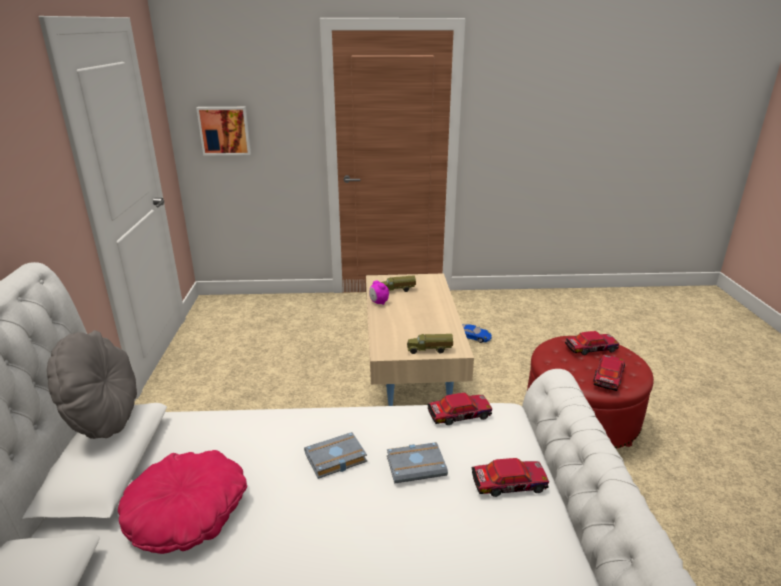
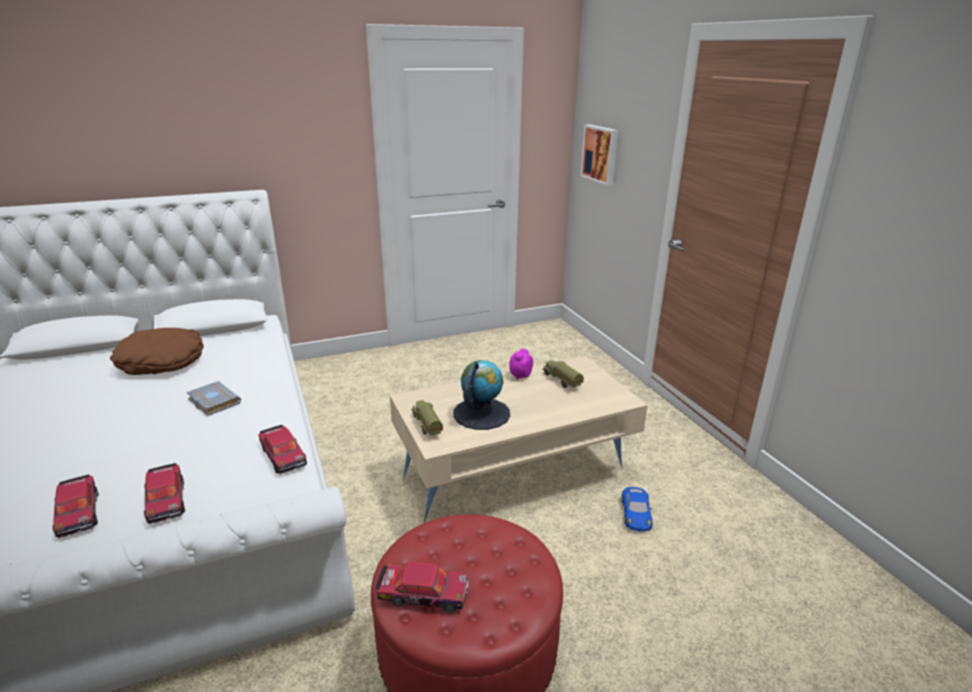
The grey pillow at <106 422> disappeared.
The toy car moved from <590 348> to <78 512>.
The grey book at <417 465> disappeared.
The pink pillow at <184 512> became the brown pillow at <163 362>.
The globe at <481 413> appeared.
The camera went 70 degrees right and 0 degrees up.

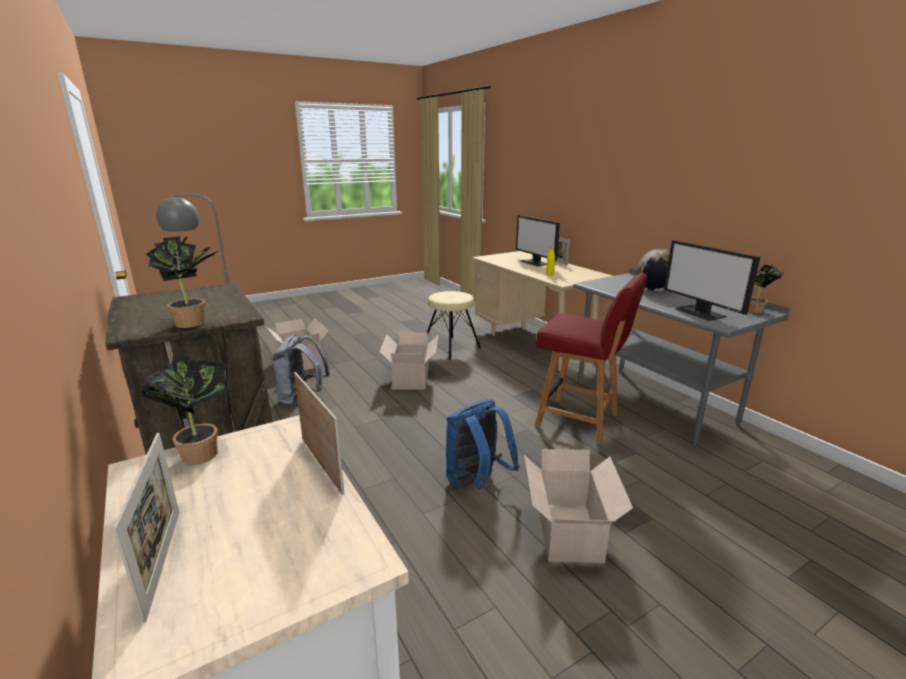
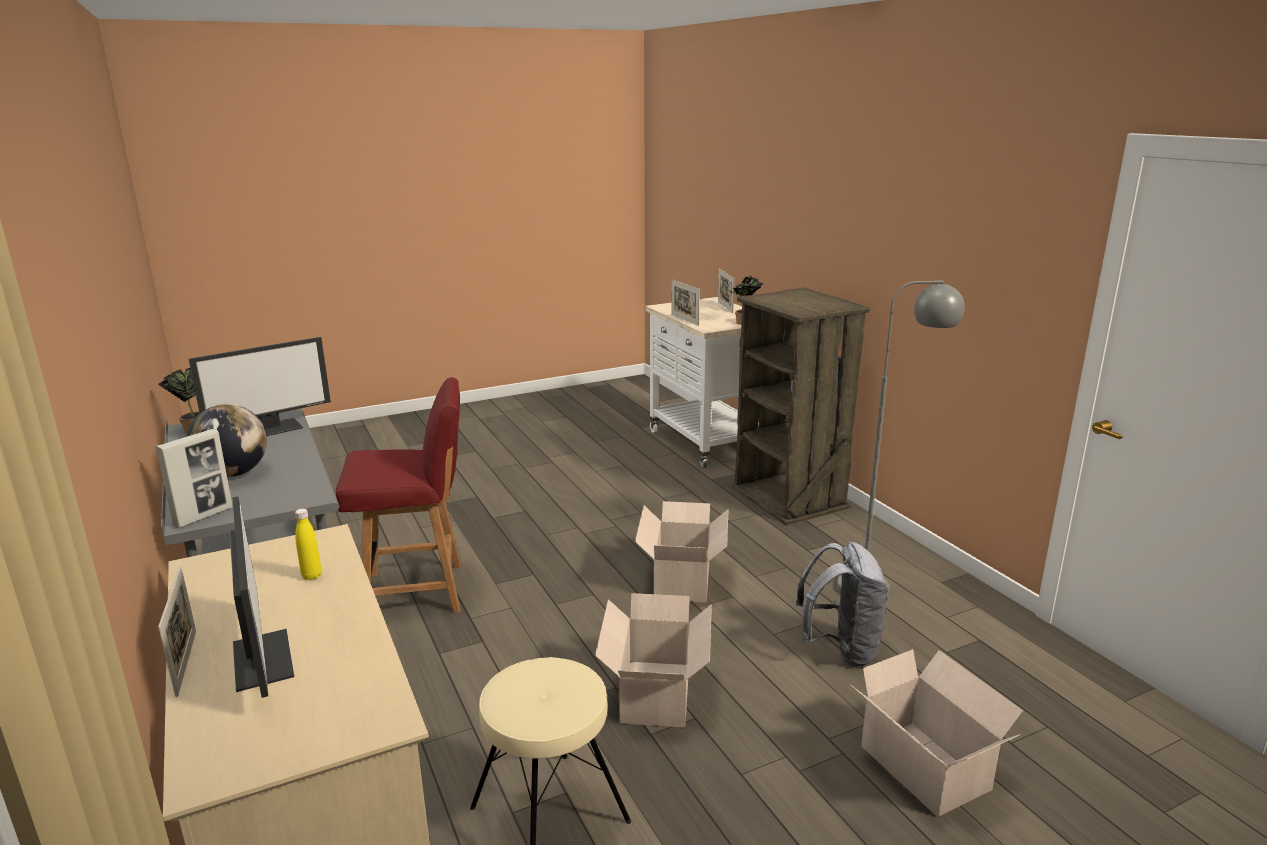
The potted plant at <195 322> disappeared.
The monitor at <701 313> turned 75 degrees clockwise.
The red chair at <579 421> turned 135 degrees clockwise.
The blue backpack at <476 482> disappeared.
The cardboard box moved from <568 534> to <683 578>.
The picture frame at <204 516> appeared.
The camera went 175 degrees left and 0 degrees up.

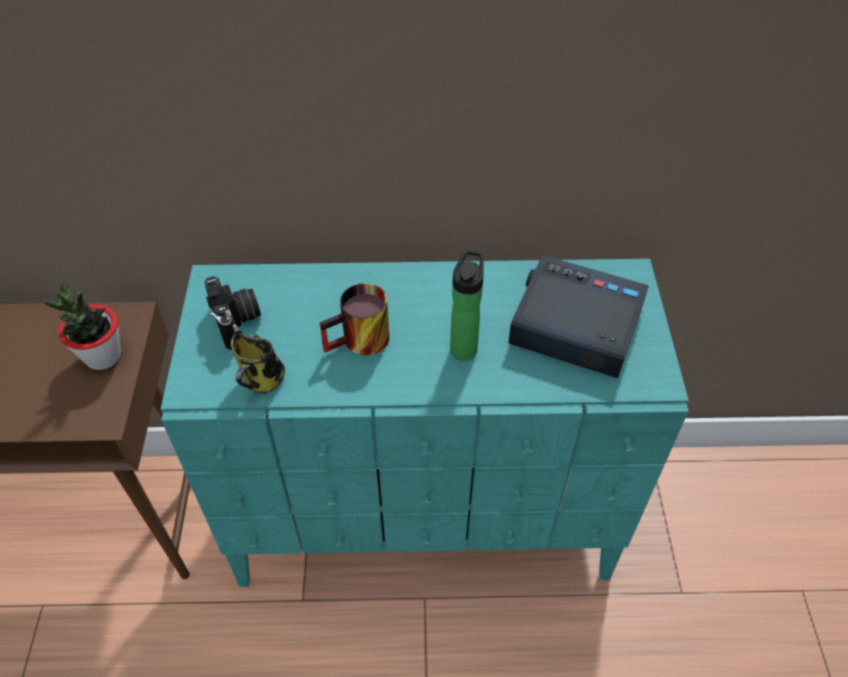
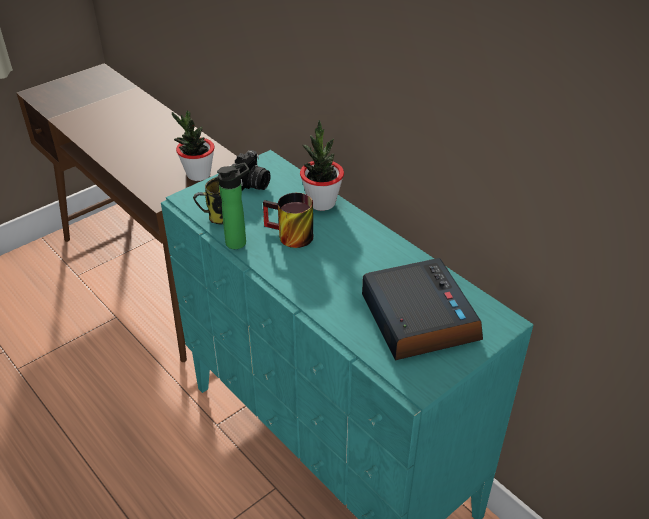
The bottle moved from <464 346> to <239 242>.
The potted plant at <321 202> appeared.
The camera went 50 degrees right and 10 degrees down.

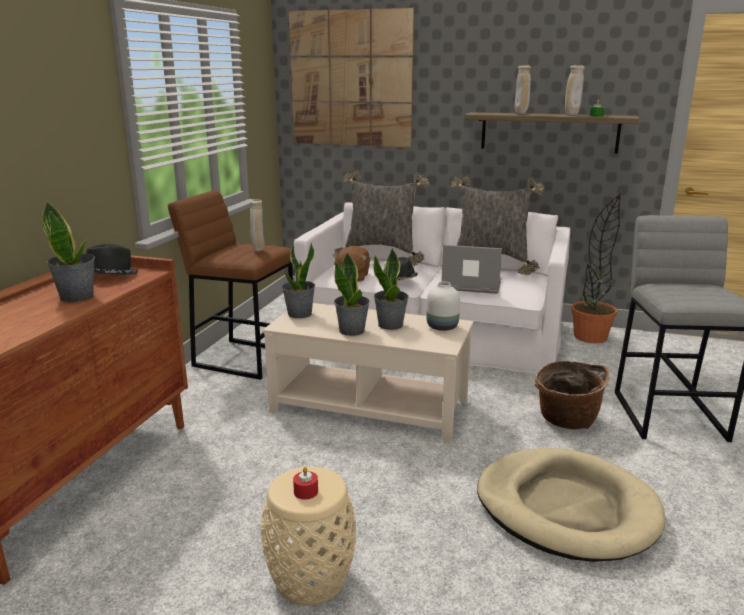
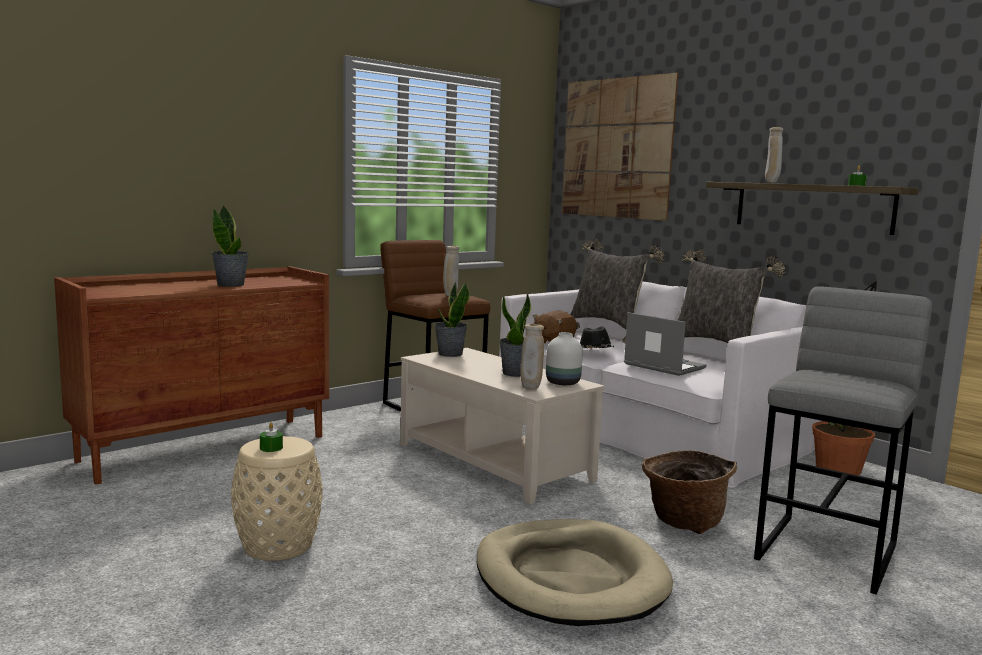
The beige vase moved from <571 115> to <531 388>.
The black hat at <109 275> disappeared.
The potted plant at <352 331> disappeared.
The red candle at <306 491> became the green candle at <271 448>.
The camera went 30 degrees right and 10 degrees down.

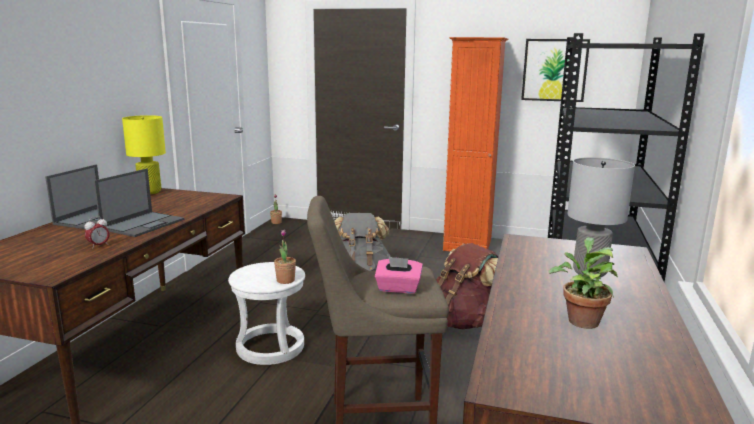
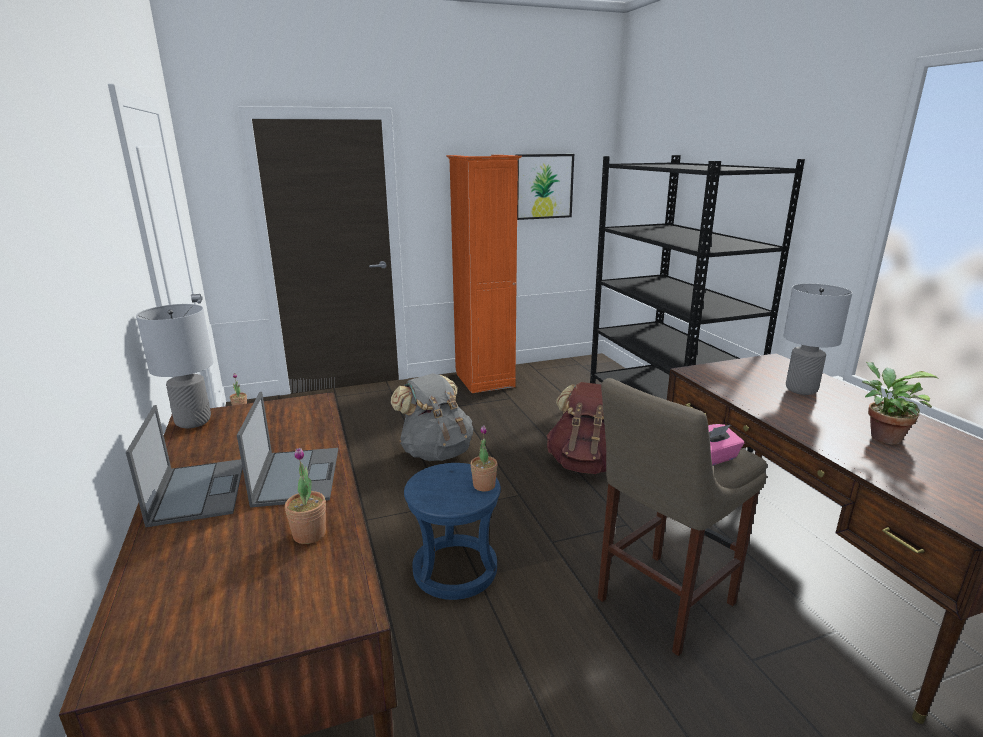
The yellow table lamp at <150 193> became the grey table lamp at <194 424>.
The alarm clock at <99 246> was replaced by the potted plant at <309 534>.
The white stool at <270 347> became the blue stool at <455 570>.
The camera went 35 degrees left and 5 degrees up.

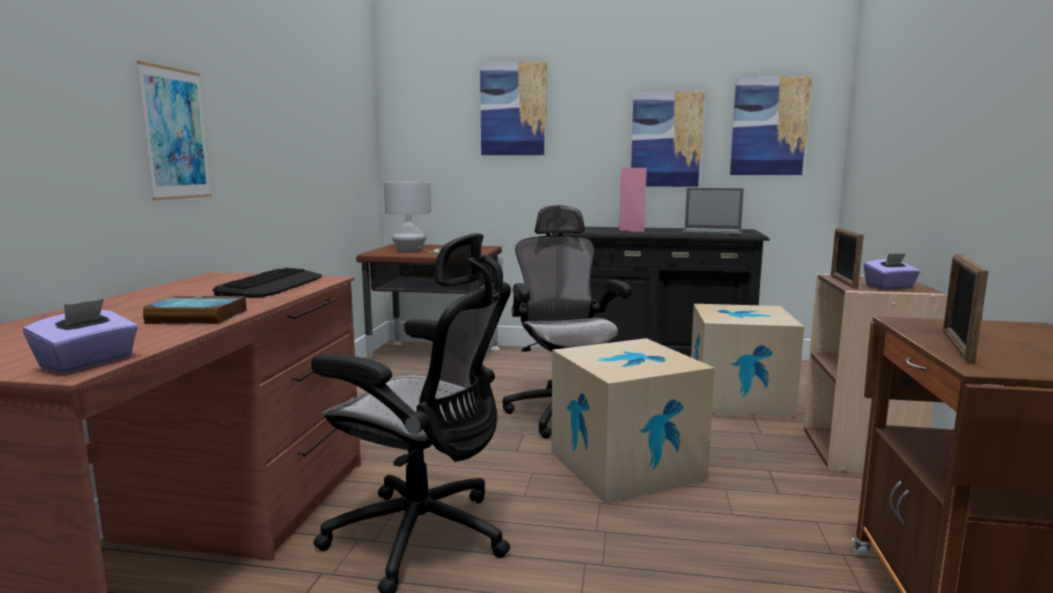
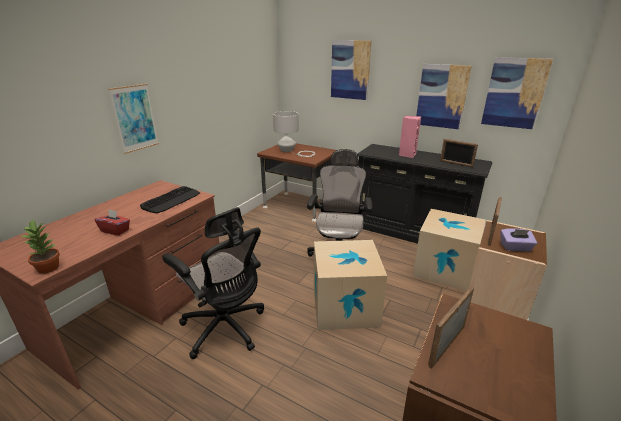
The laptop at <712 232> was replaced by the picture frame at <456 164>.
The book at <194 317> was replaced by the red tissue box at <115 230>.
The purple tissue box at <88 363> was replaced by the potted plant at <49 267>.
The camera went 20 degrees right and 15 degrees up.

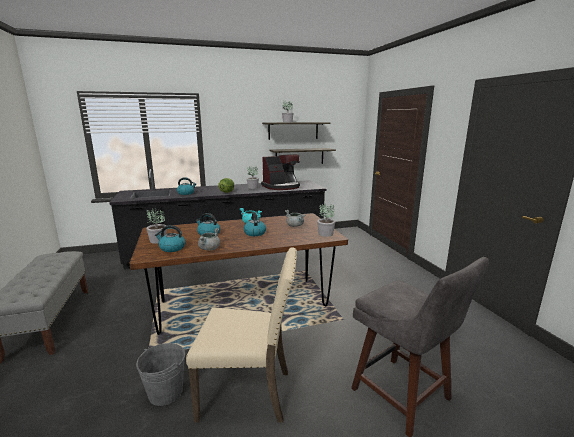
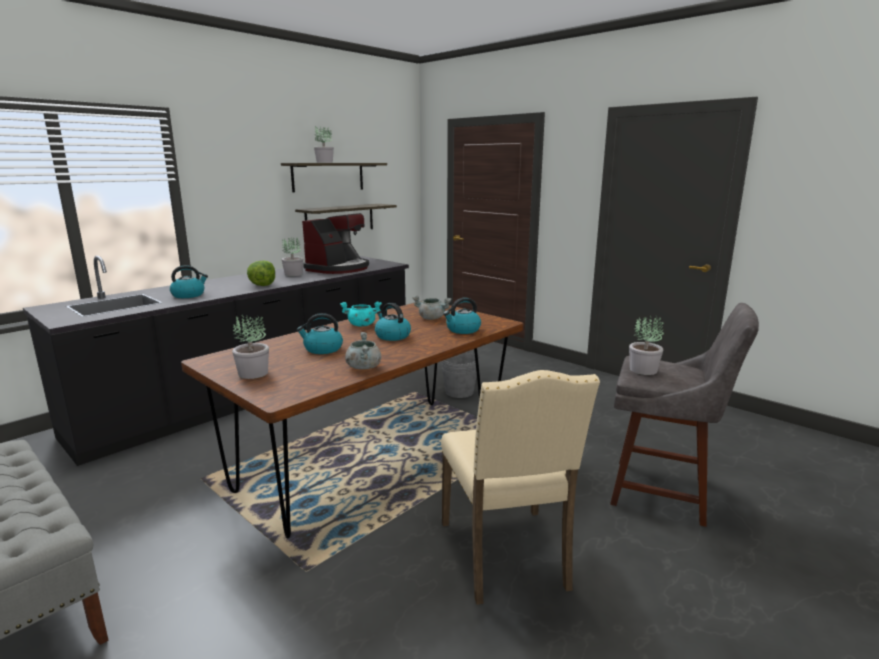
The potted plant moved from <326 234> to <644 370>.
The kettle moved from <172 248> to <462 330>.
The beige chair at <248 393> turned 105 degrees clockwise.
The grey bucket moved from <165 392> to <459 392>.
The camera went 30 degrees left and 0 degrees up.

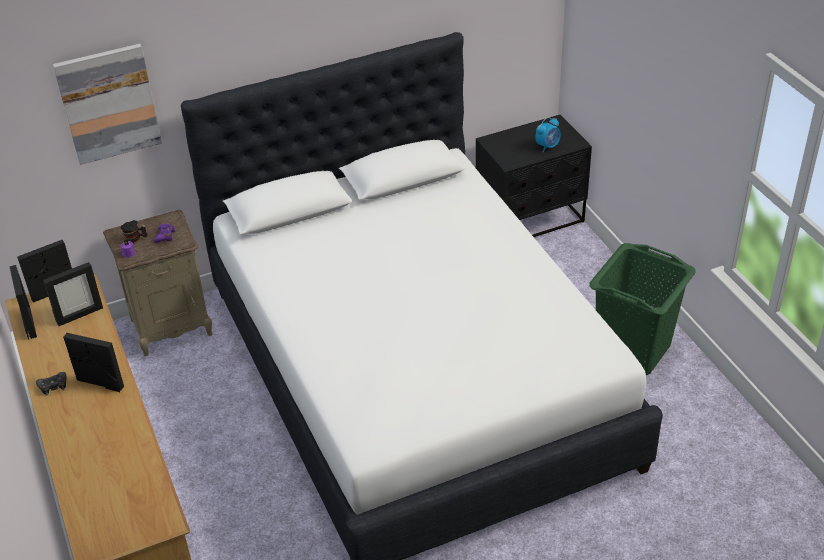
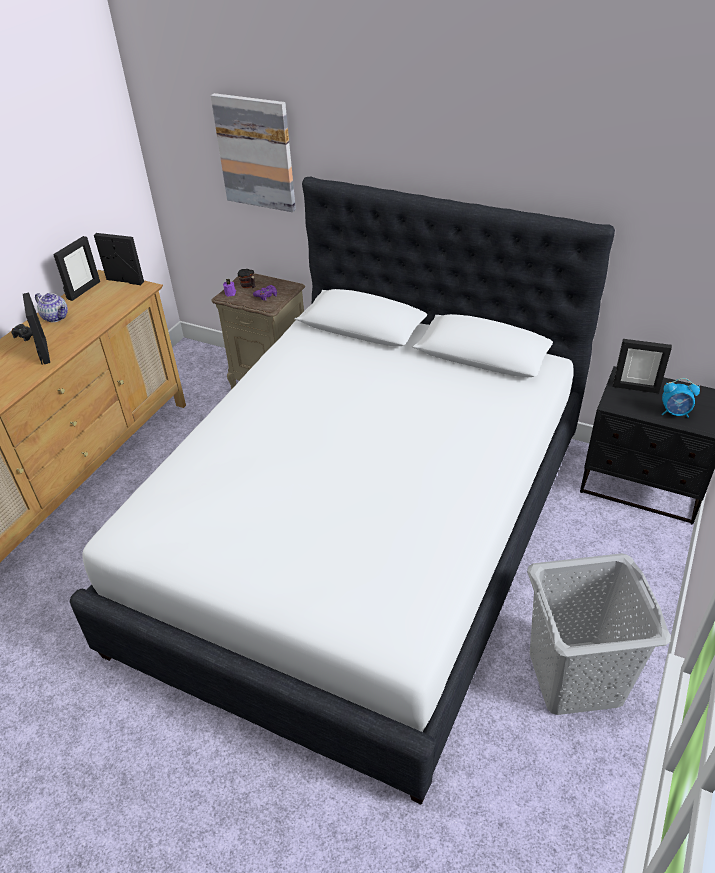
The green laundry basket at <633 349> became the grey laundry basket at <576 678>.
The picture frame moved from <79 314> to <635 387>.
The teapot at <56 317> appeared.
The camera went 50 degrees right and 0 degrees up.

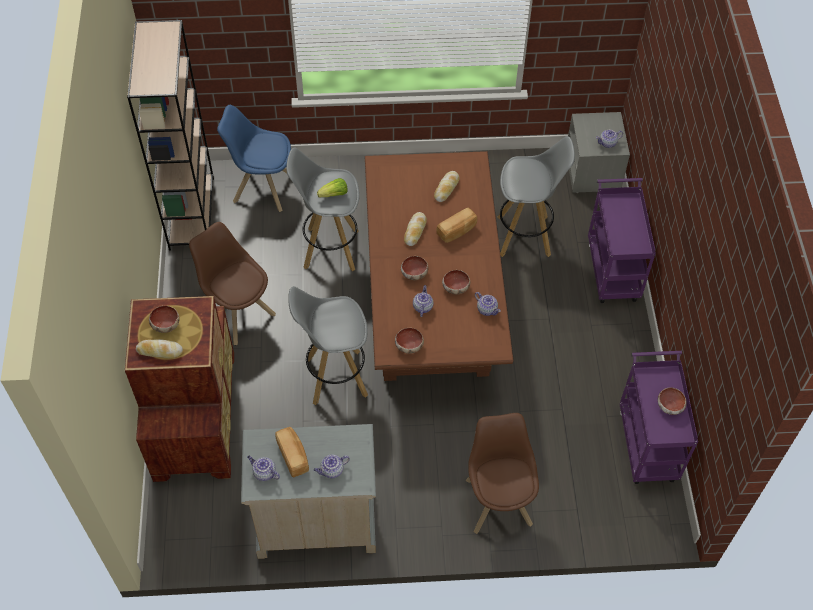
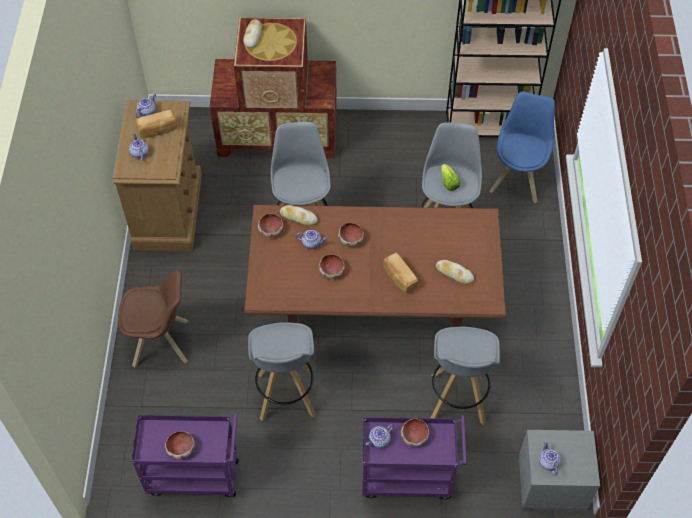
The bread moved from <415 231> to <298 217>.
The brown chair at <238 313> disappeared.
The teapot moved from <487 309> to <379 440>.
The bowl moved from <165 324> to <414 436>.
The grey dresser at <316 522> became the brown dresser at <168 211>.
The grey stool at <285 396> appeared.
The camera went 95 degrees right and 0 degrees up.

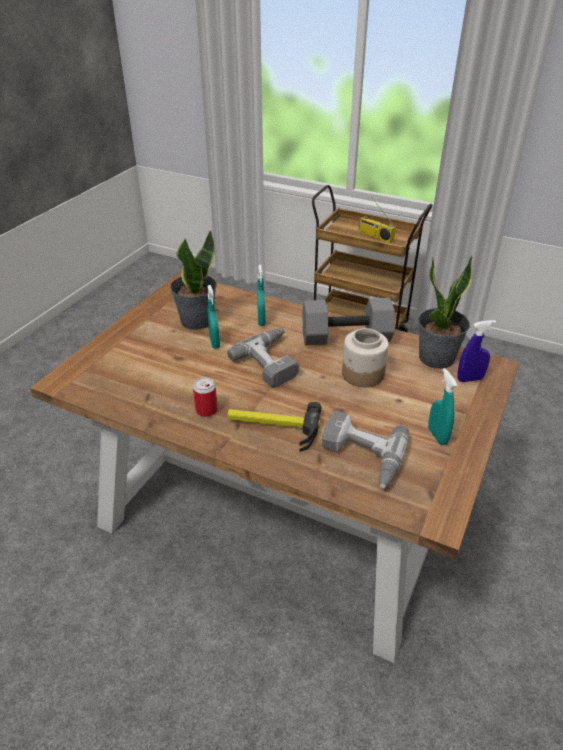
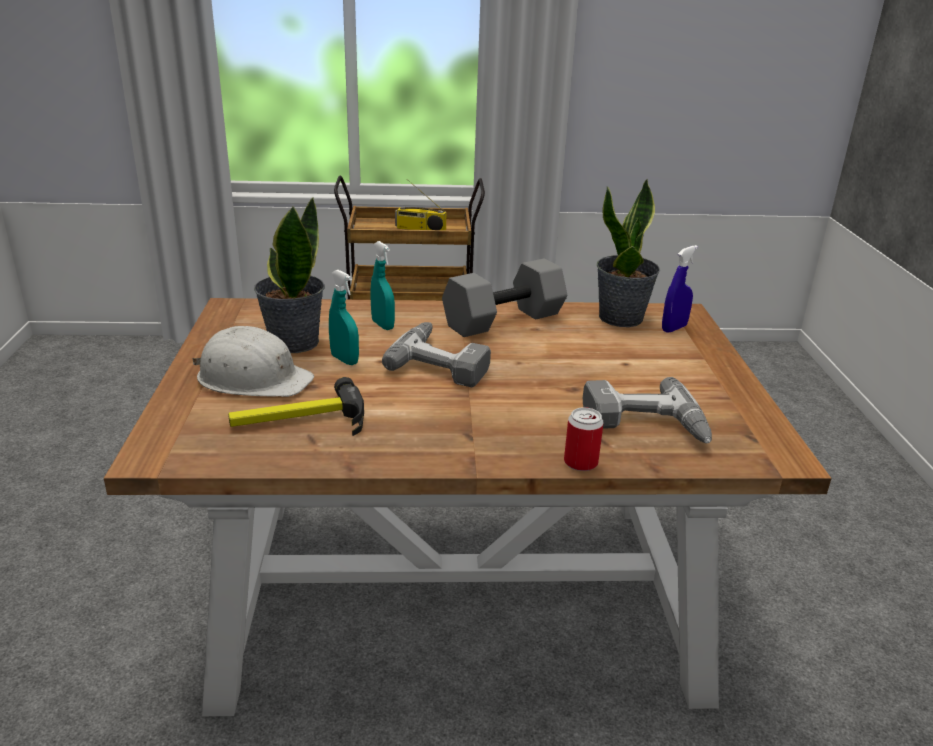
The jar at <363 374> disappeared.
The turquoise spray bottle at <437 436> disappeared.
The can moved from <206 410> to <580 462>.
The hammer moved from <272 427> to <299 422>.
The white hard hat at <253 378> appeared.
The camera went 30 degrees left and 10 degrees down.

